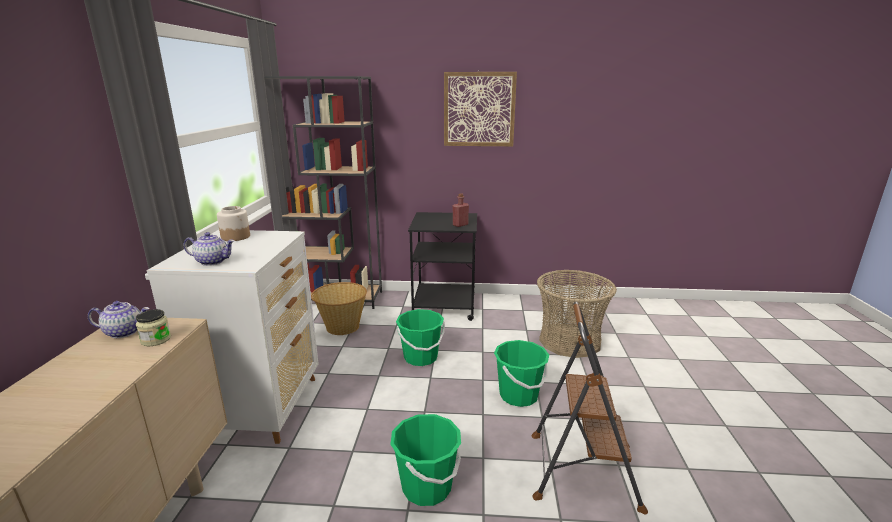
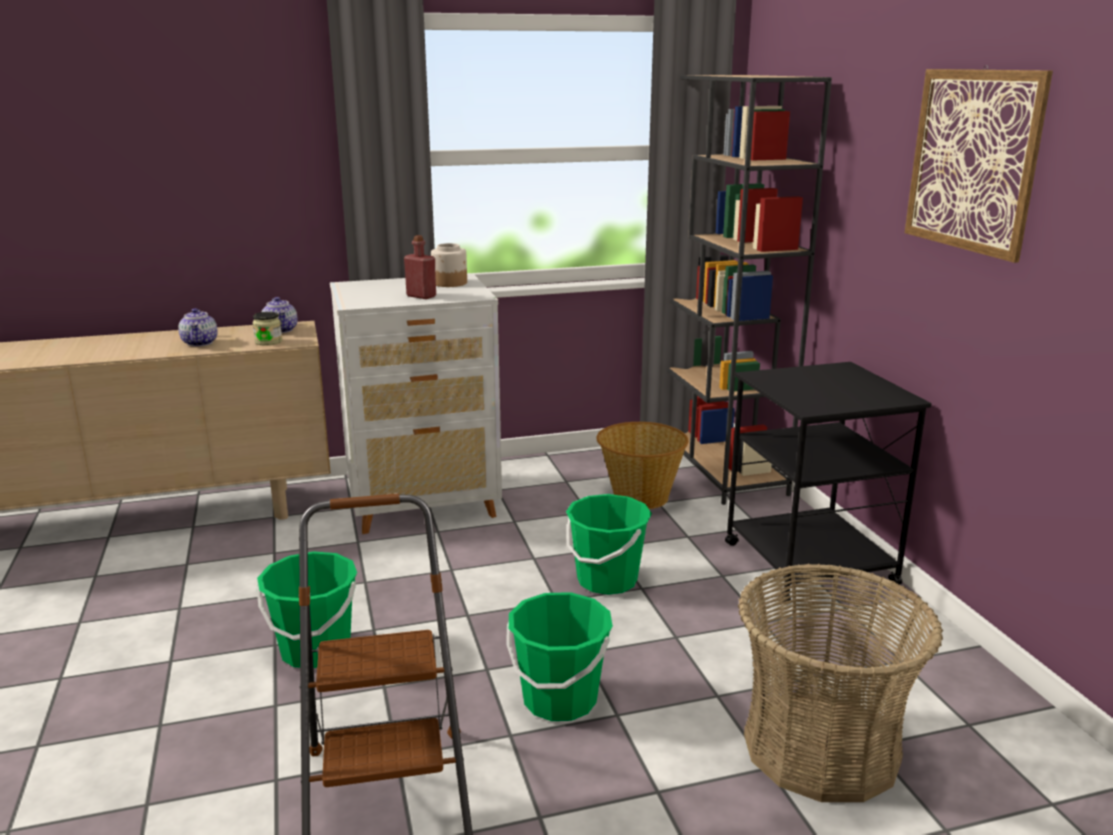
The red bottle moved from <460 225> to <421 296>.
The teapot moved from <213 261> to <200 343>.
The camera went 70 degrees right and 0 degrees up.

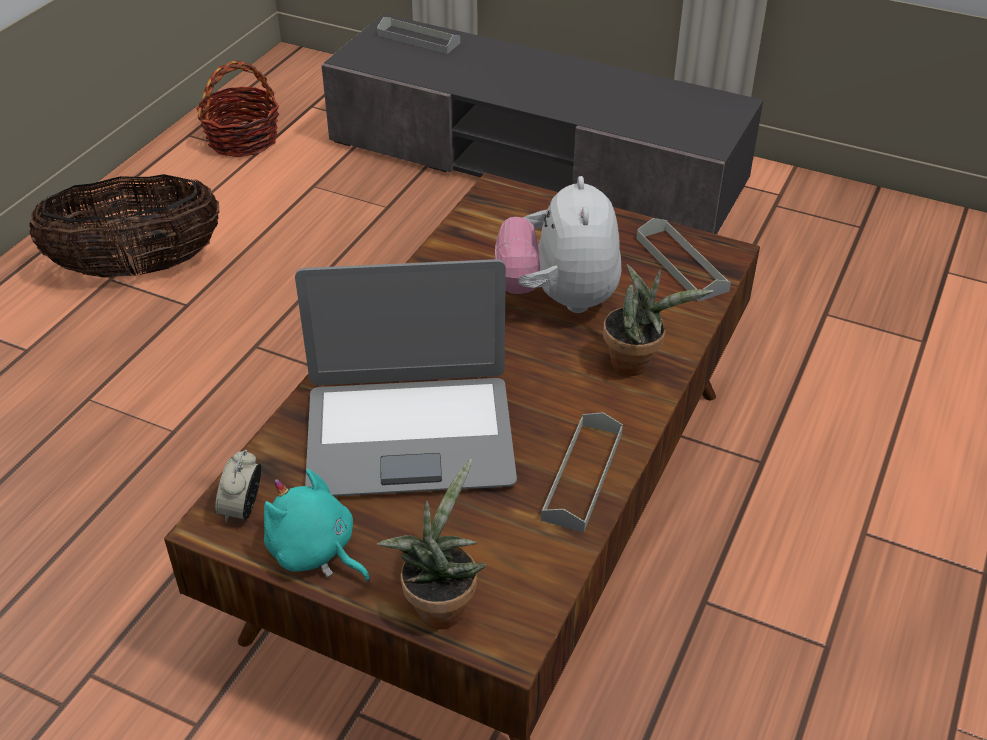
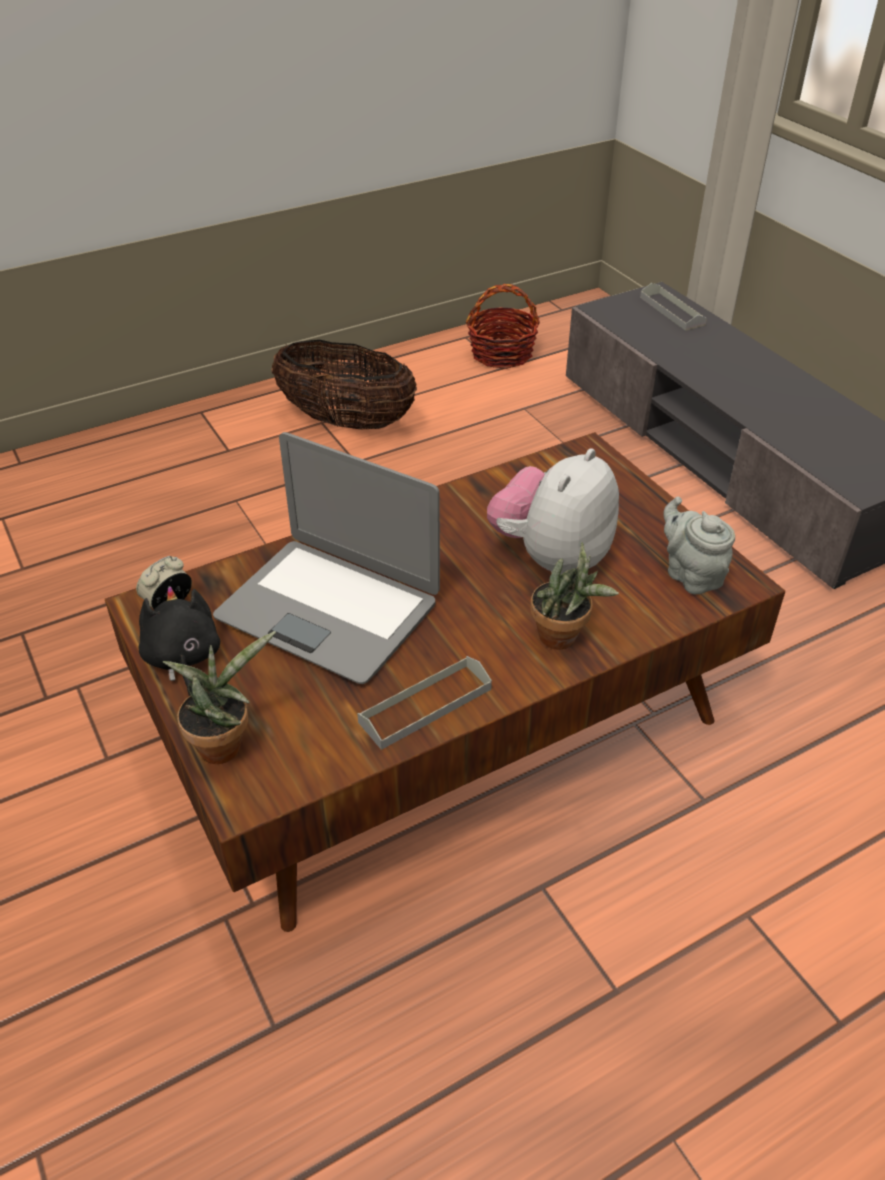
The grey tray at <681 264> was replaced by the grey teapot at <690 575>.
The turquoise plush toy at <315 552> became the black plush toy at <183 659>.
The camera went 35 degrees right and 0 degrees up.

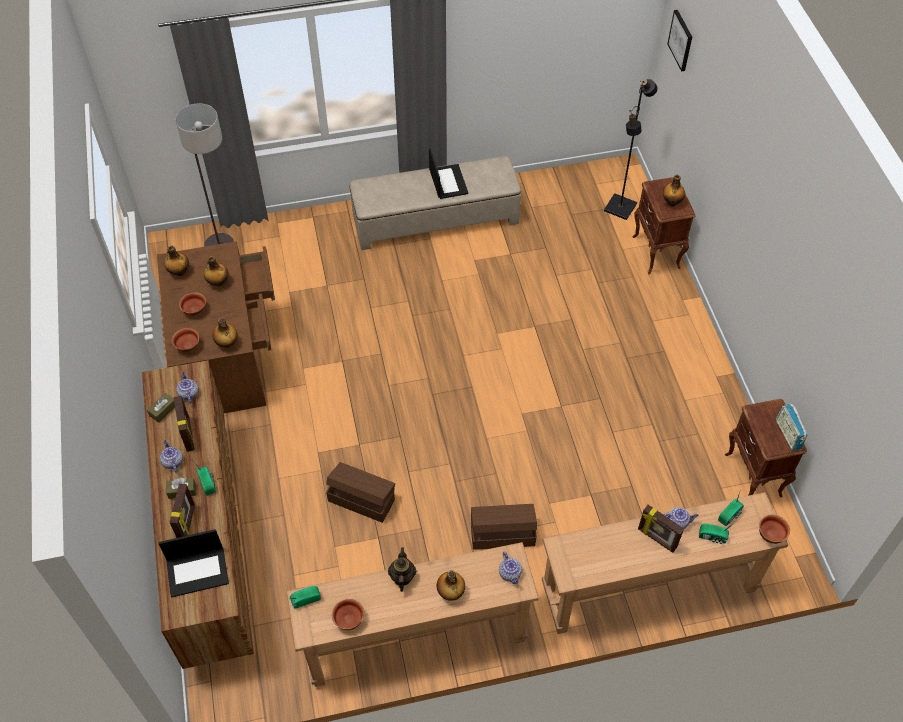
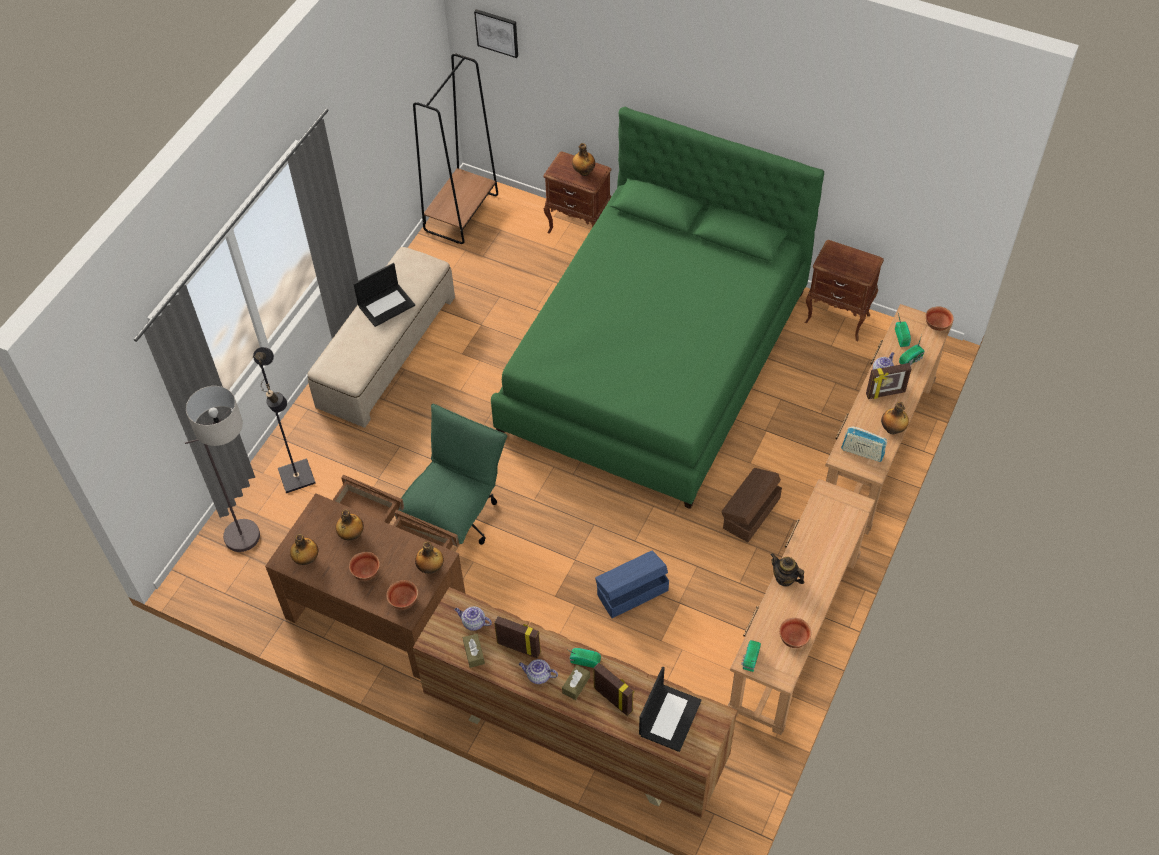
The black floor lamp moved from <620 207> to <296 476>.
The laptop at <447 181> turned 120 degrees clockwise.
The radio moved from <788 434> to <862 452>.
The brown storage box at <361 499> became the blue storage box at <631 592>.
The teapot at <510 574> disappeared.
The bottle moved from <450 592> to <892 429>.
The clothes rack at <461 213> appeared.
The green bed at <655 360> appeared.
The green office chair at <456 518> appeared.
The camera went 50 degrees left and 0 degrees up.

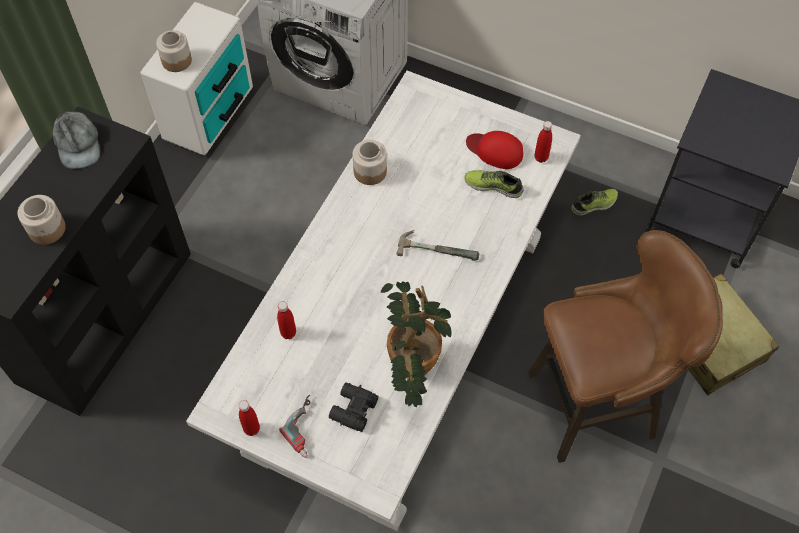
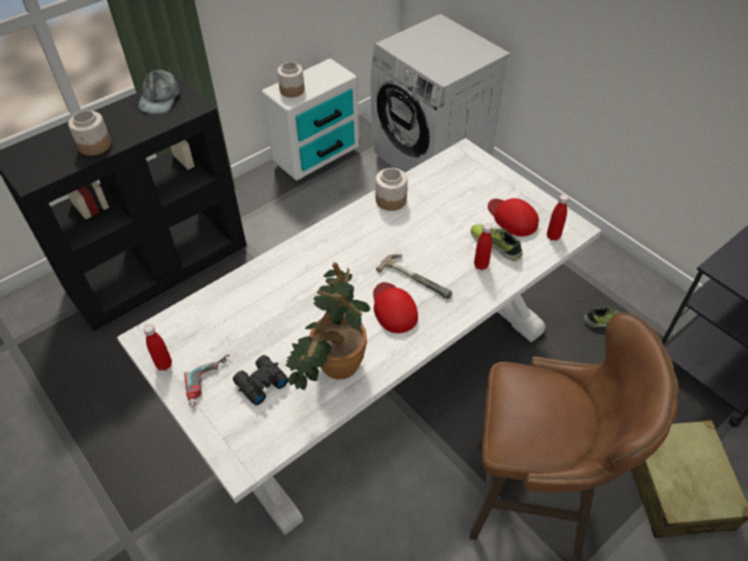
The red bottle moved from <288 333> to <481 265>.
The red cap at <393 308> appeared.
The camera went 25 degrees right and 10 degrees down.

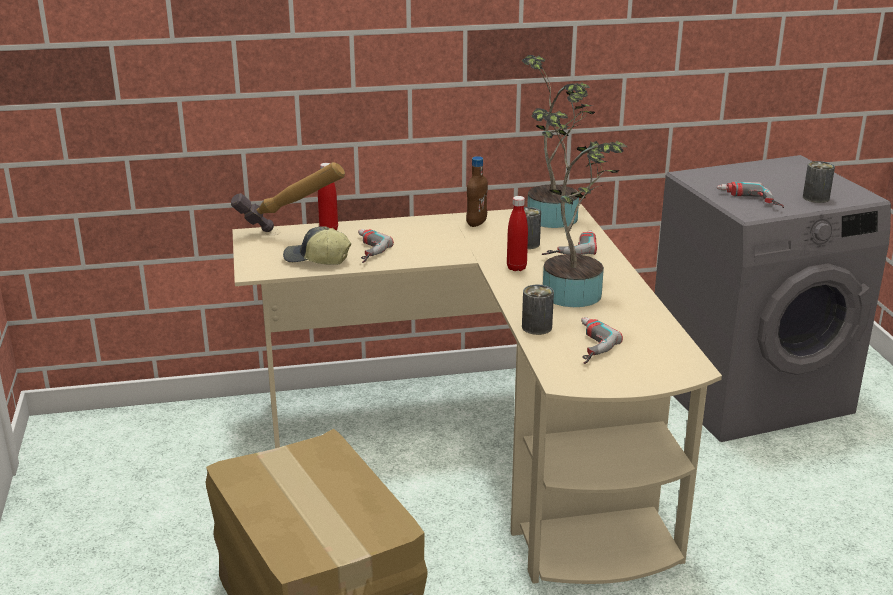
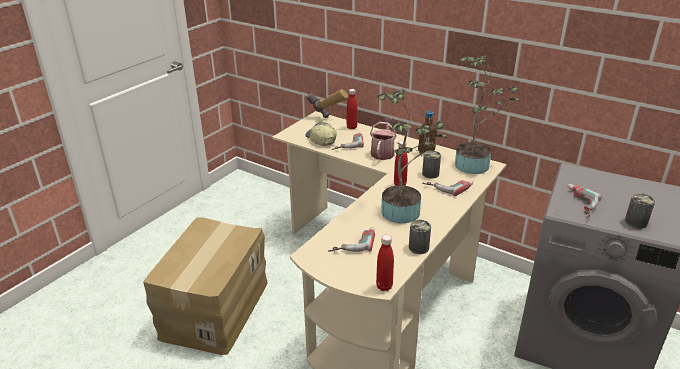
The can moved from <536 327> to <418 247>.
The watering can at <383 152> appeared.
The red bottle at <384 286> appeared.
The camera went 45 degrees right and 5 degrees up.

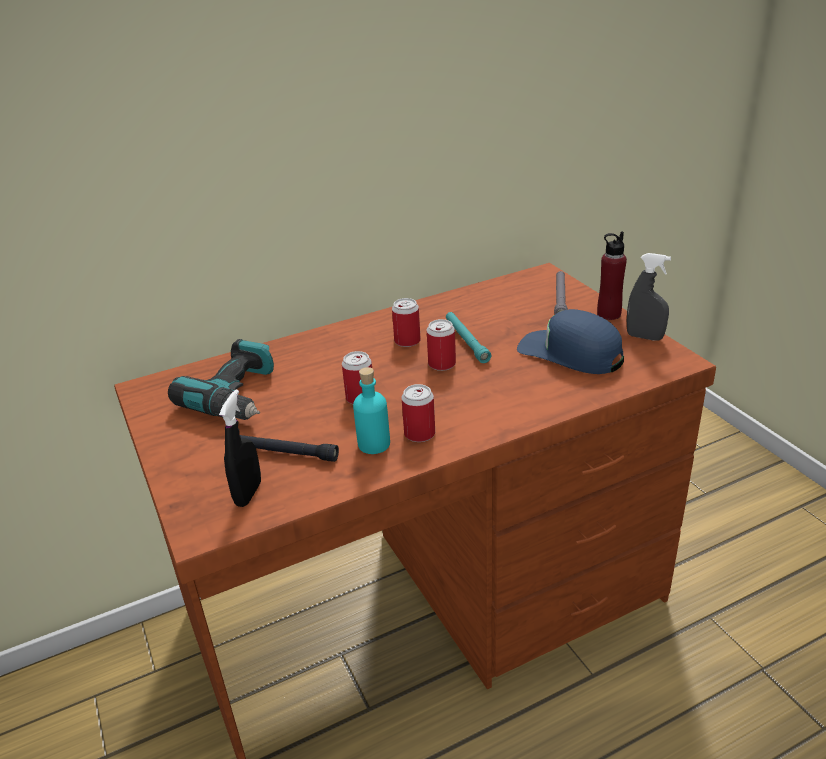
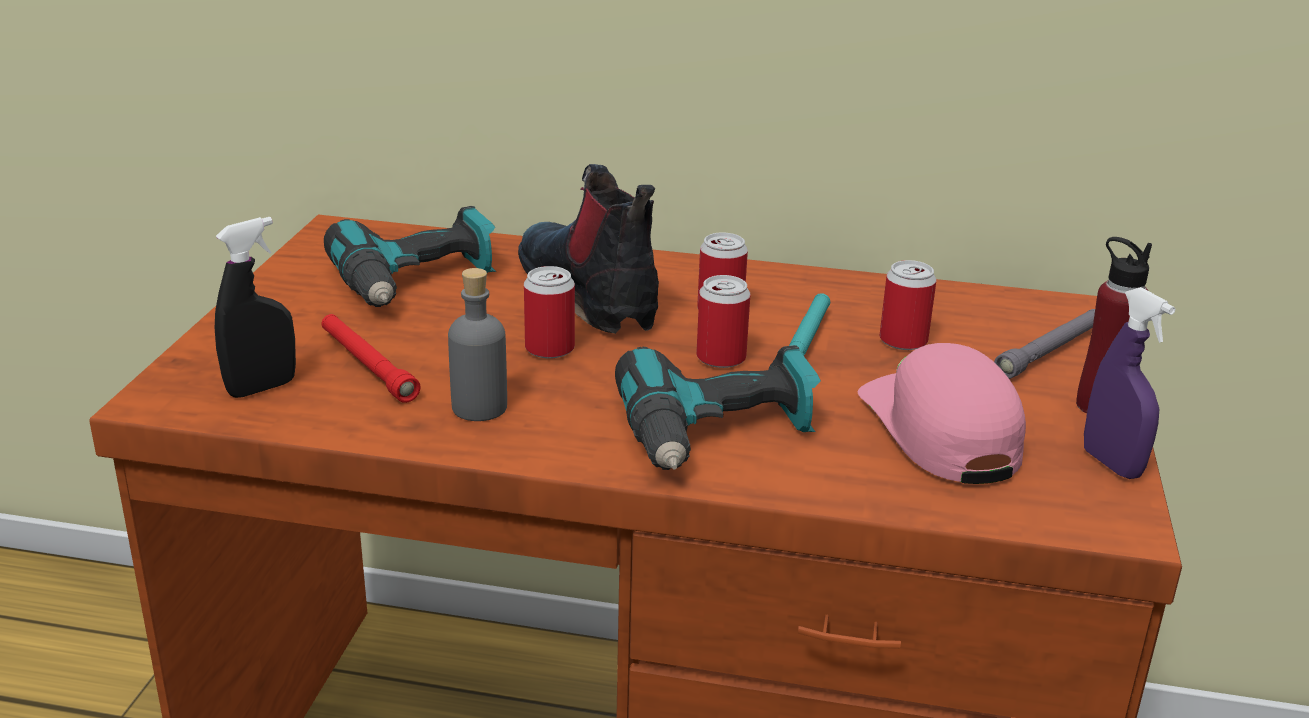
The grey spray bottle at <644 337> became the purple spray bottle at <1111 464>.
The blue cap at <570 353> became the pink cap at <940 429>.
The turquoise bottle at <374 444> became the grey bottle at <479 407>.
The can moved from <419 434> to <903 341>.
The black flashlight at <285 453> became the red flashlight at <367 366>.
The boot at <591 294> appeared.
The power drill at <718 435> appeared.
The camera went 35 degrees right and 5 degrees down.

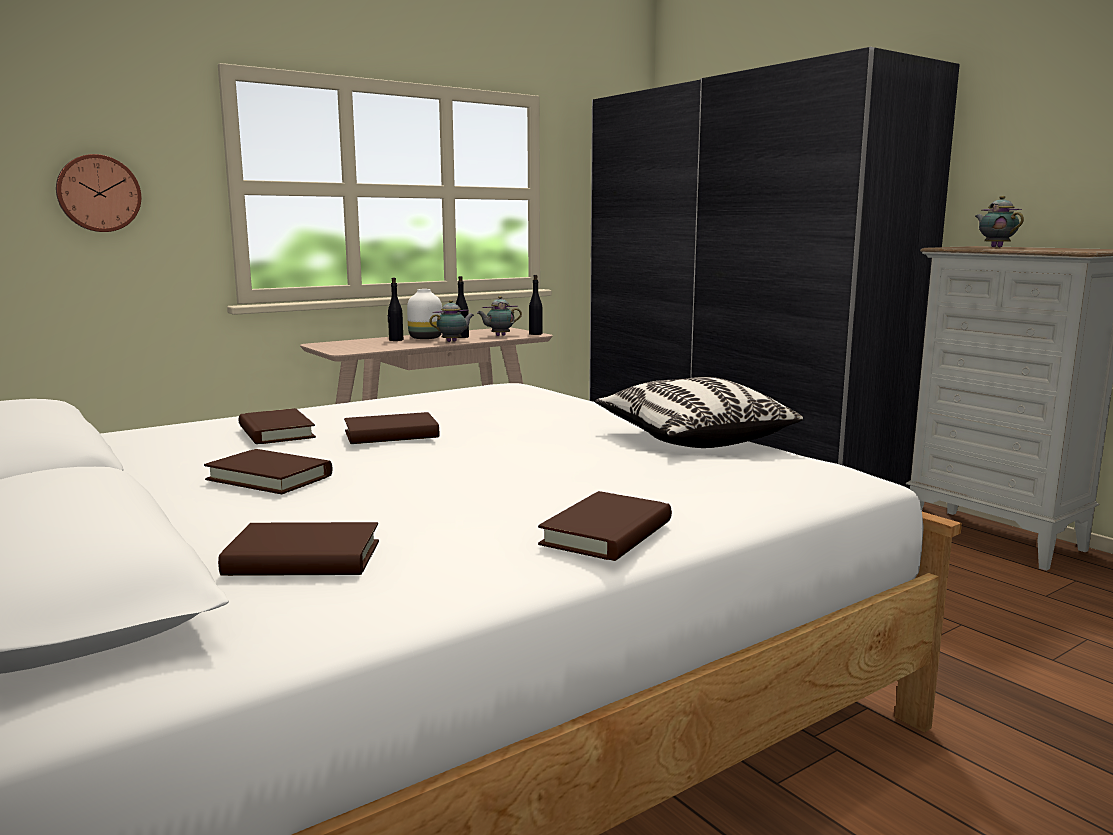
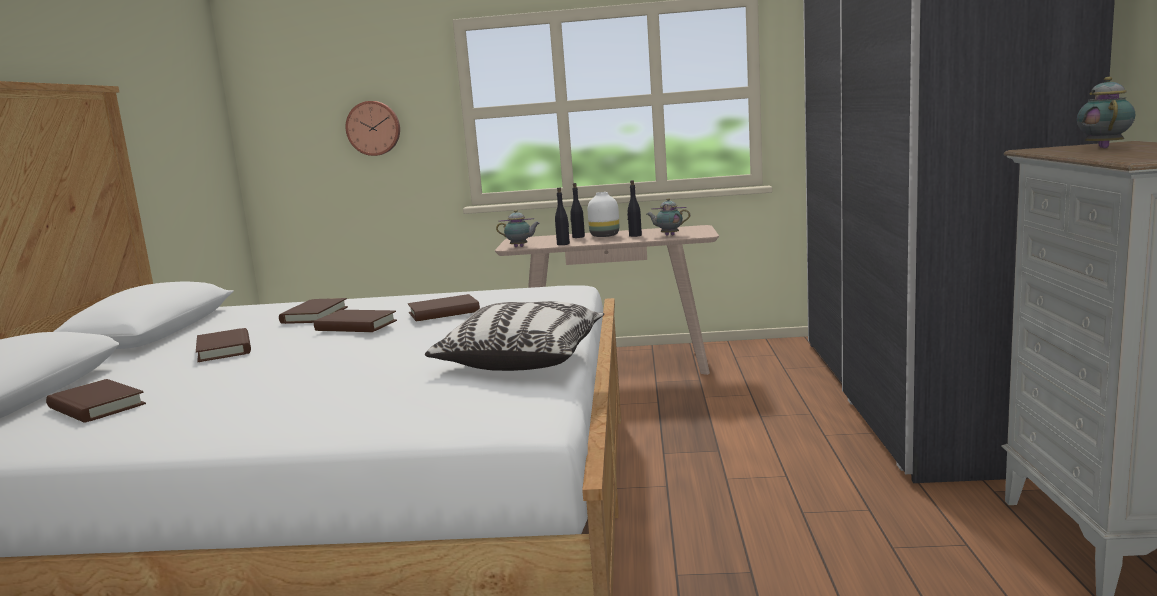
The black bottle moved from <536 334> to <563 244>.
The teapot moved from <453 341> to <520 247>.
The brown book moved from <607 533> to <444 312>.
The camera went 40 degrees right and 0 degrees up.

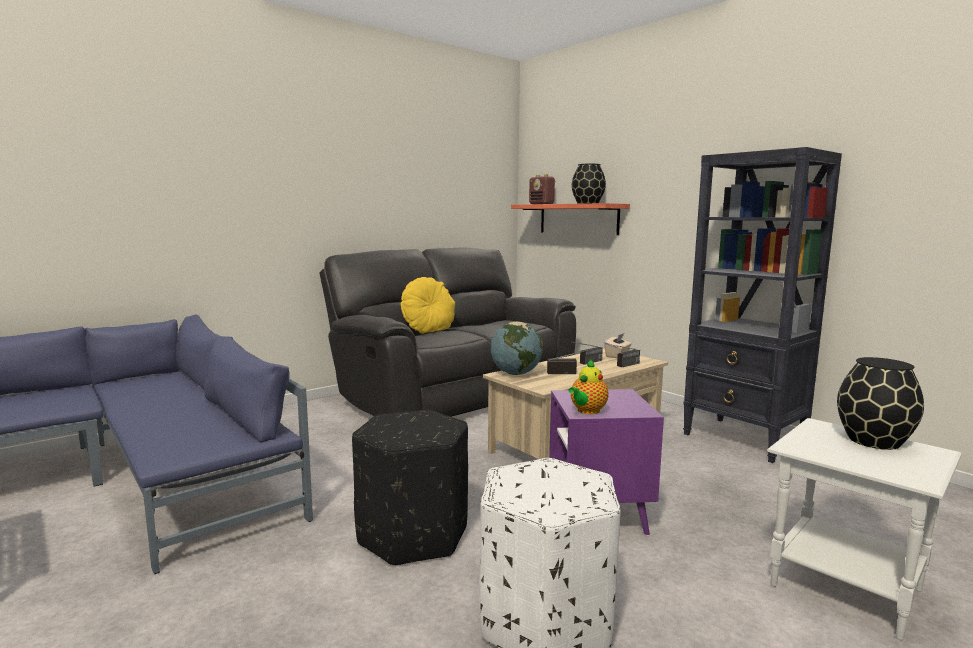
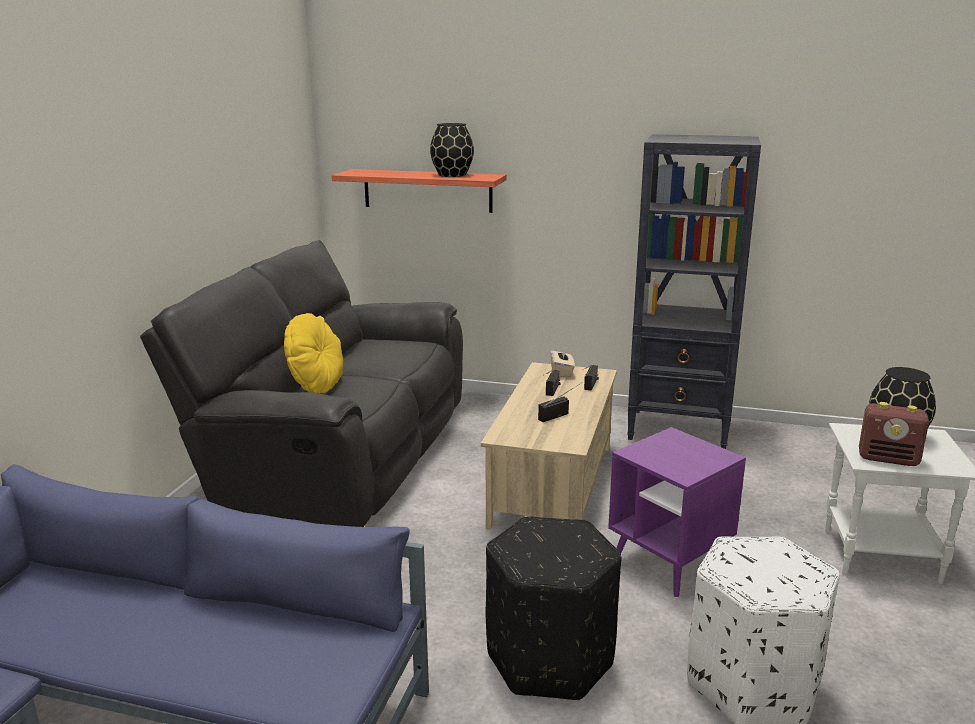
The radio moved from <541 204> to <889 459>.
The globe at <516 373> disappeared.
The teapot at <587 411> disappeared.
The camera went 35 degrees left and 10 degrees up.

